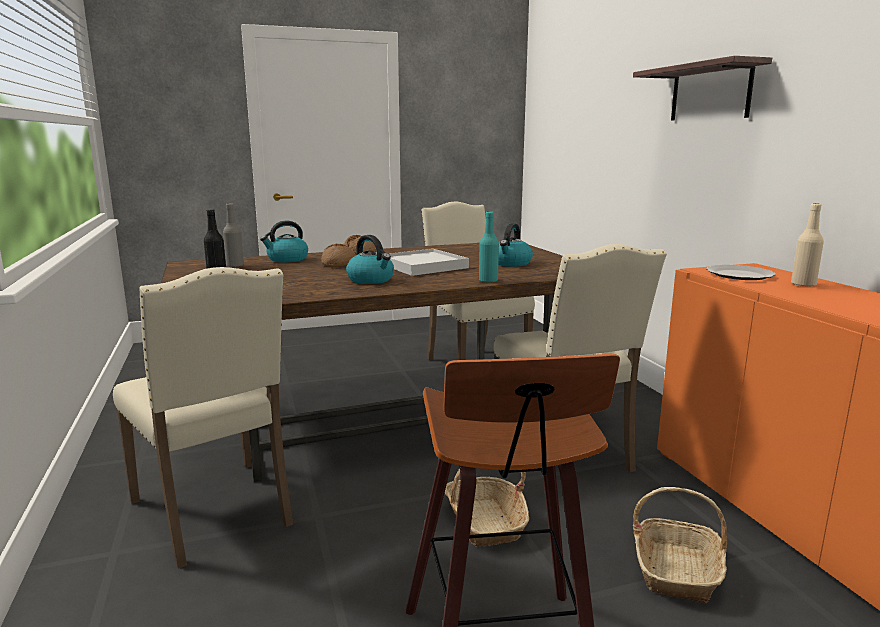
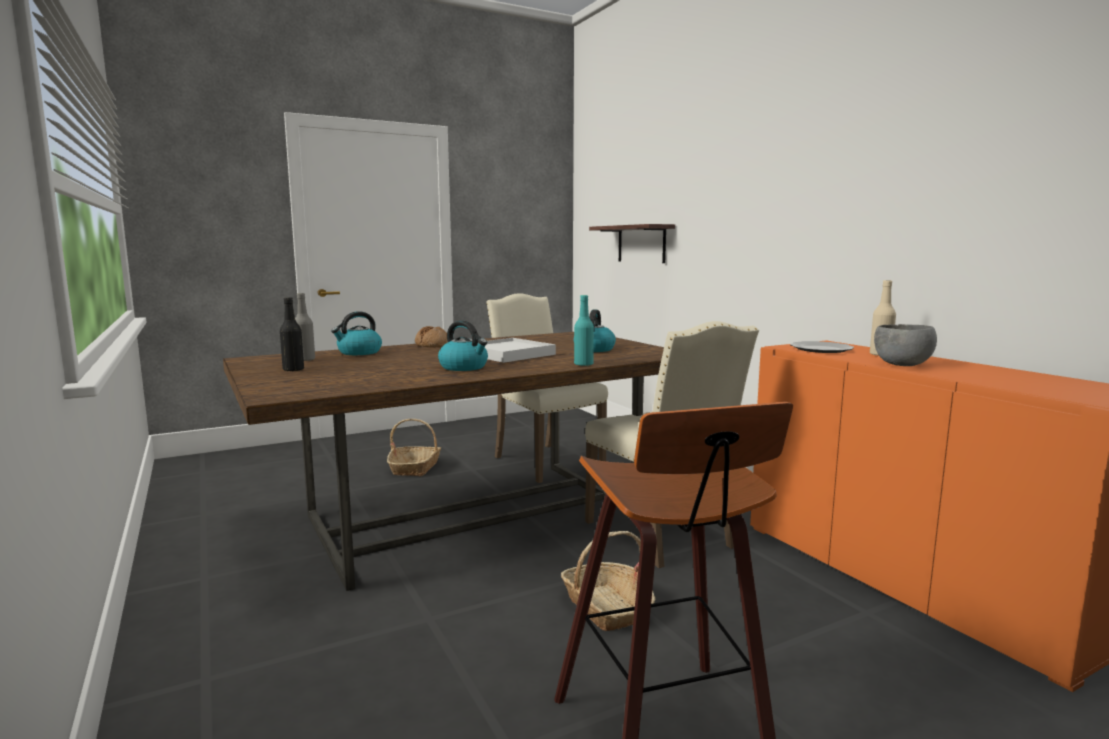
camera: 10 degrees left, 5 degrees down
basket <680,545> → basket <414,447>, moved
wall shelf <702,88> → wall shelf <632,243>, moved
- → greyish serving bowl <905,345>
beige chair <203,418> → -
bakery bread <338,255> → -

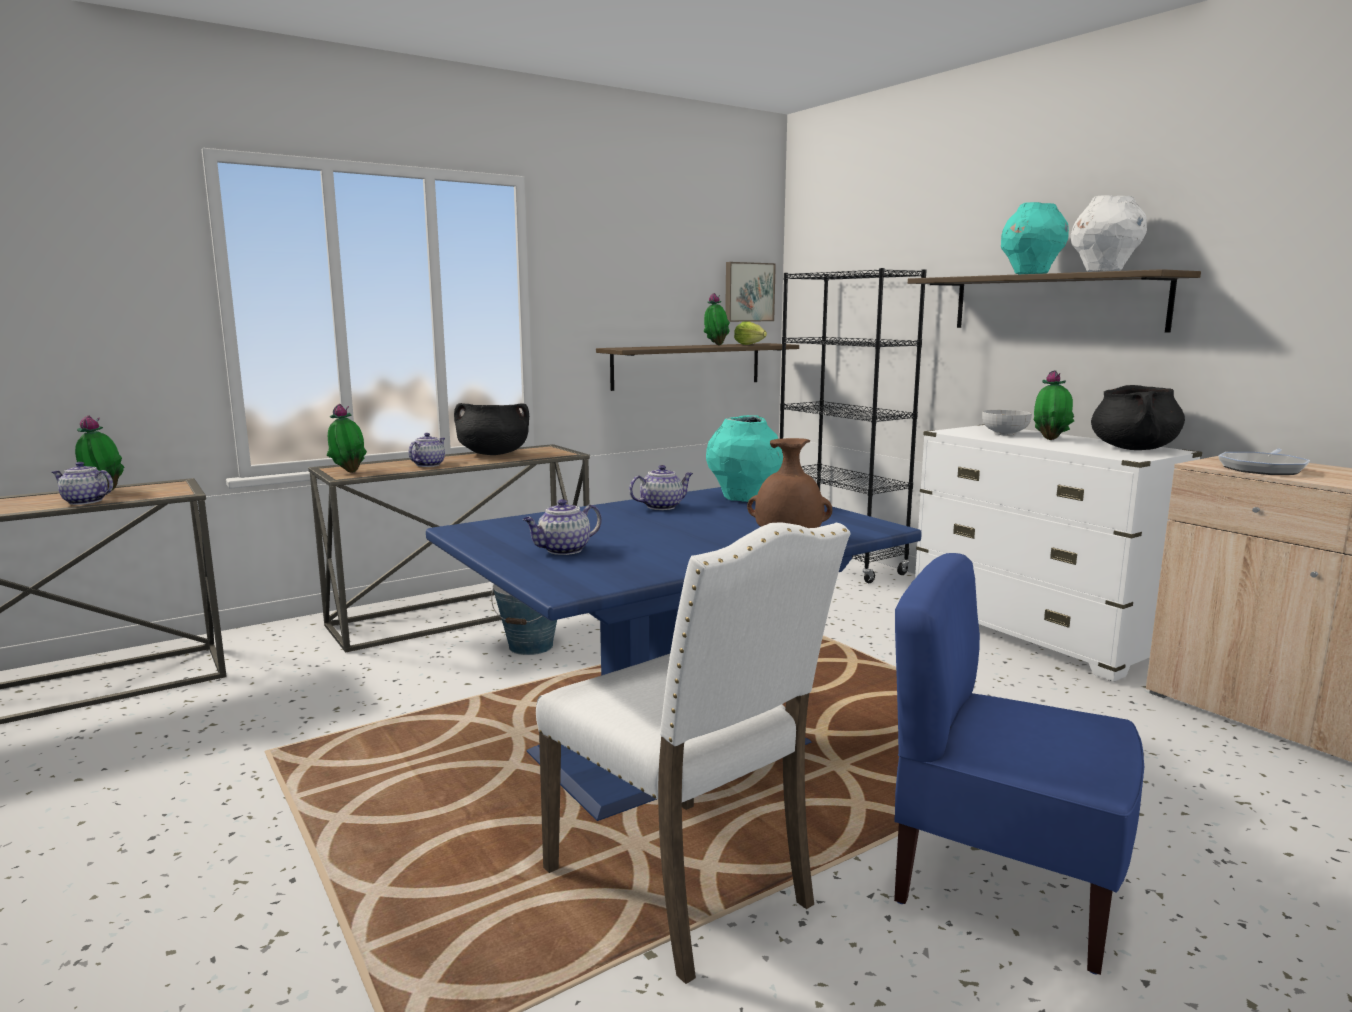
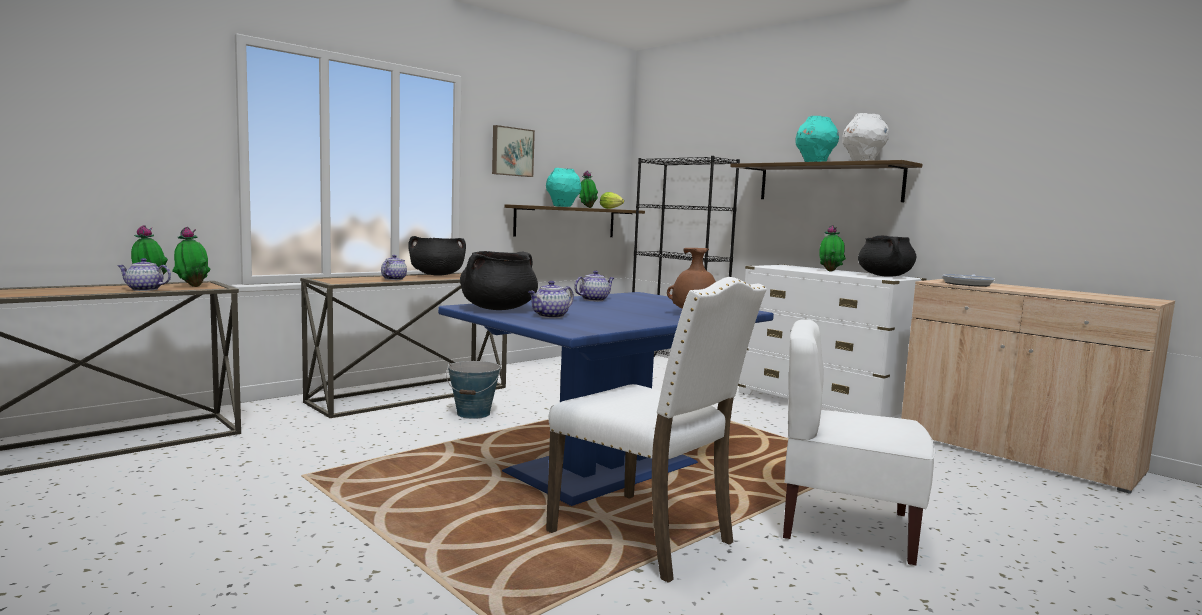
camera: 10 degrees left, 5 degrees down
potted plant <346,438> → potted plant <191,257>, moved
- → black-coloured stockpot <499,280>
wall art <750,292> → wall art <513,151>, moved
blue-green vase <744,458> → blue-green vase <563,187>, moved
bluish chair <1019,764> → white-coloured chair <859,442>
serving bowl <1007,423> → -

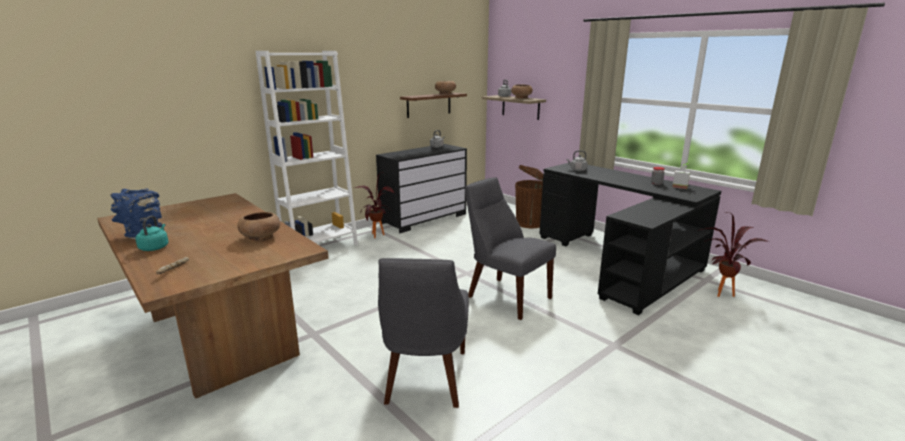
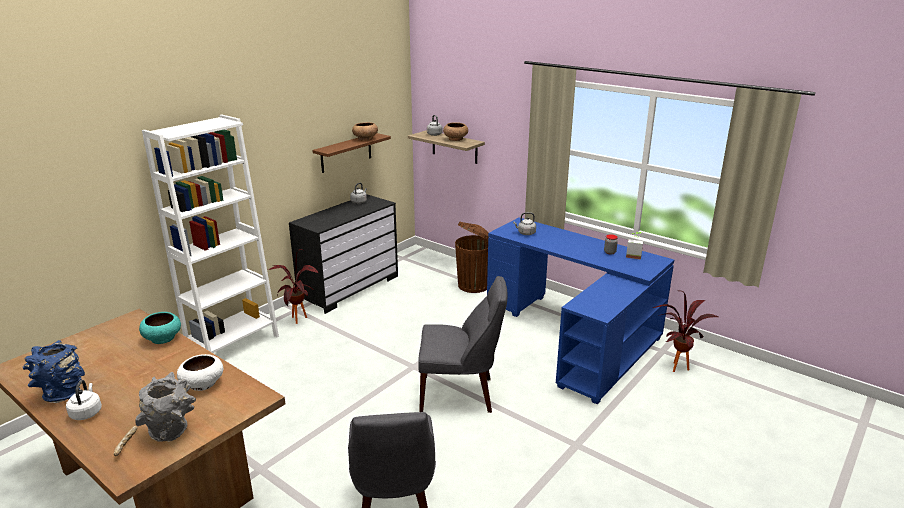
camera: 10 degrees left, 5 degrees up
blue-green kettle <151,233> → white-coloured kettle <84,400>
- → greyish vase <165,407>
- → blue-green serving bowl <160,328>
brownish serving bowl <258,227> → white-coloured serving bowl <200,372>
greyish chair <510,248> → greyish chair <463,344>, 150 degrees clockwise
black-coloured desk <630,238> → bluish desk <580,311>

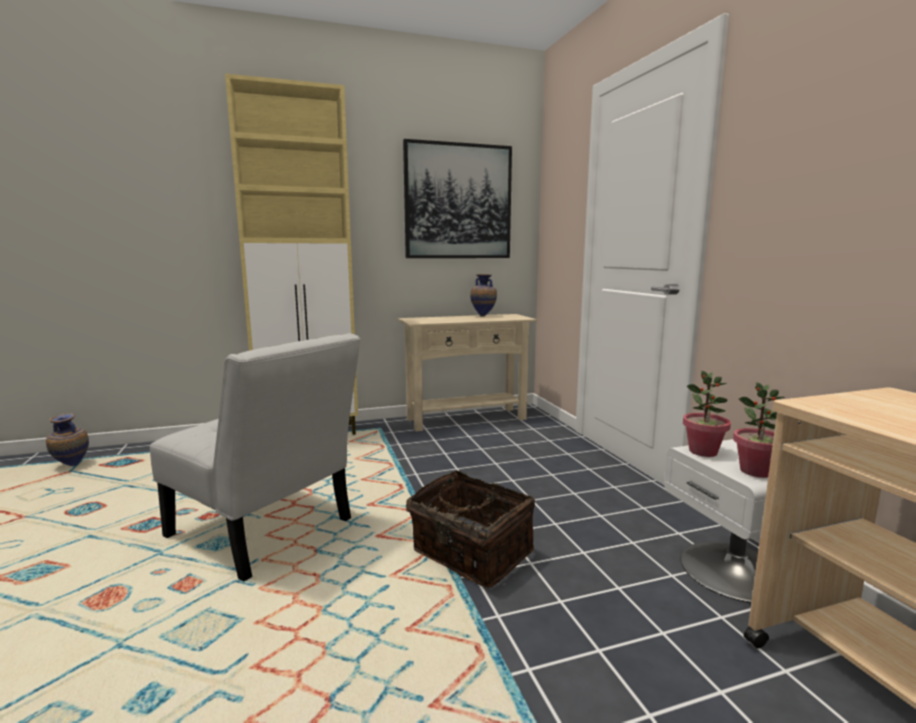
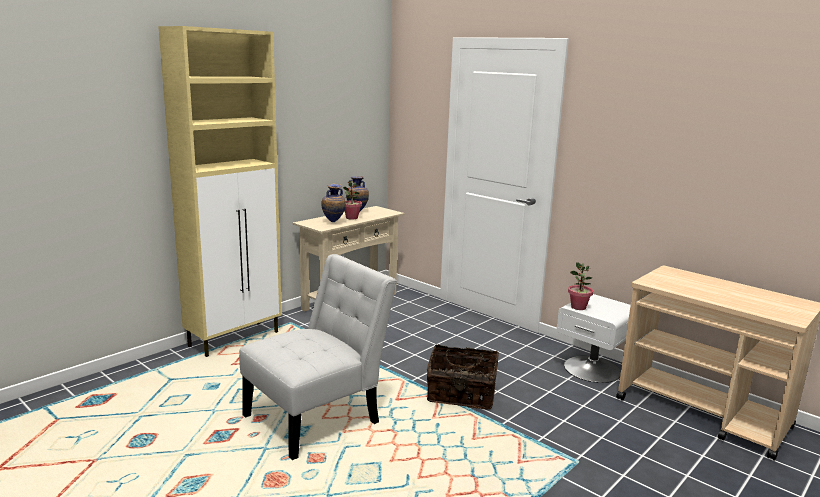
camera: 30 degrees left, 5 degrees up
white-coloured chair <255,457> → white-coloured chair <318,357>, 45 degrees counterclockwise
vase <67,439> → vase <333,203>, moved
potted plant <759,430> → potted plant <352,200>, moved
wall art <457,198> → -

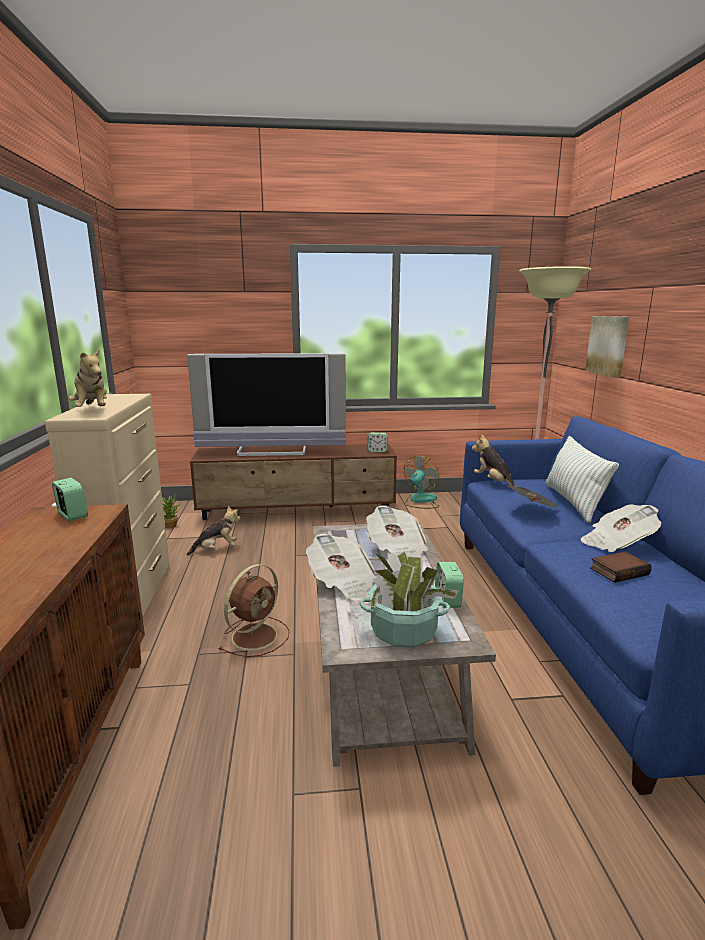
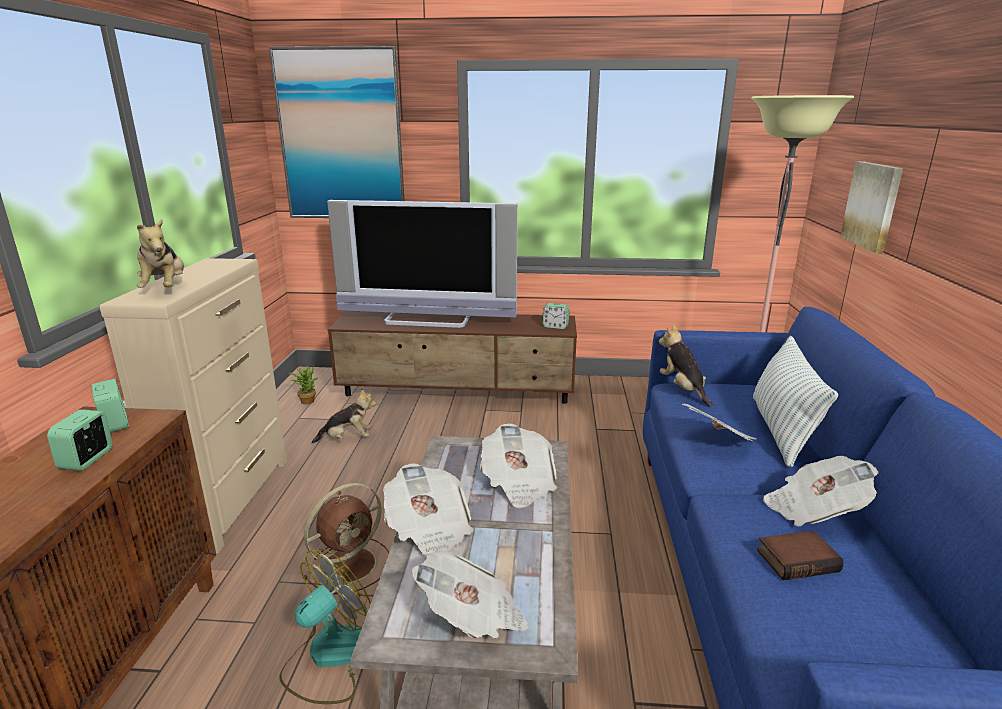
camera: 10 degrees right, 5 degrees up
bedside clock <449,585> → bedside clock <79,440>, moved
- → wall art <337,132>
electric fan <422,482> → electric fan <325,626>, moved
potted plant <409,599> → newspaper <470,594>

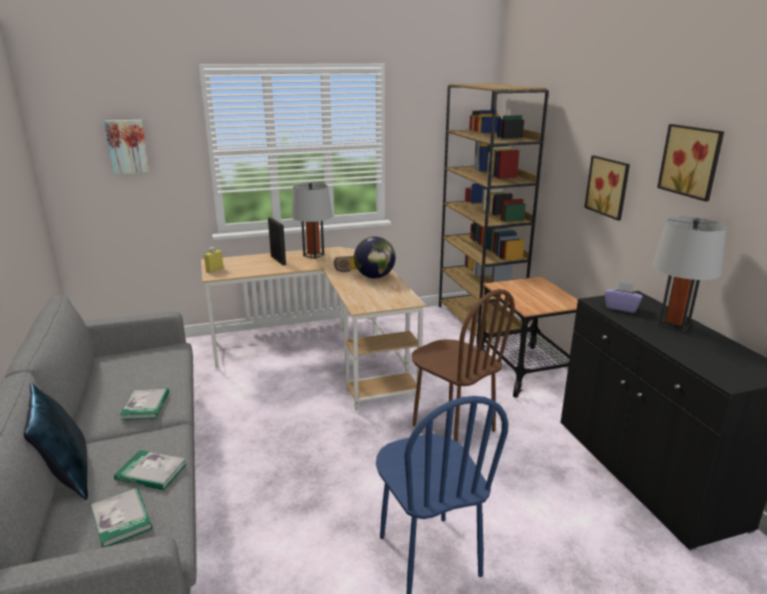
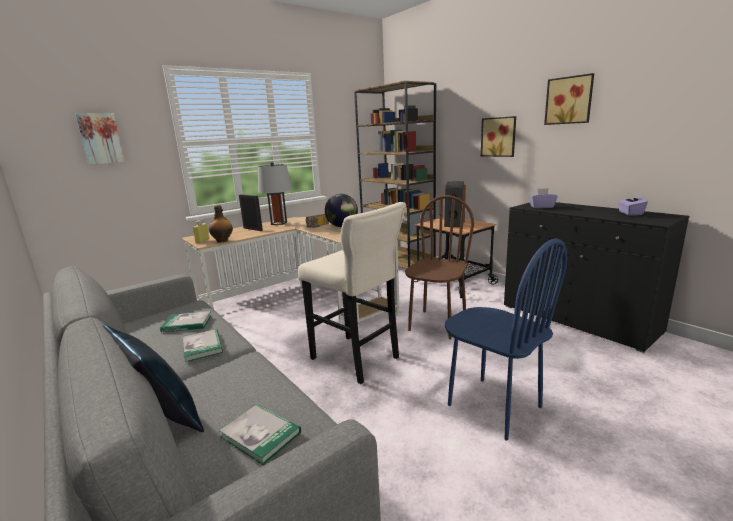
camera: 20 degrees left, 5 degrees down
bound book <150,470> → bound book <186,321>, moved
- → bottle <221,224>
- → beige stool seat <352,293>
brownish chair <463,365> → brownish chair <439,267>, 90 degrees counterclockwise
- → loudspeaker <455,204>
- → purple-coloured tissue holder <633,203>
greyish lamp for a table <690,275> → -

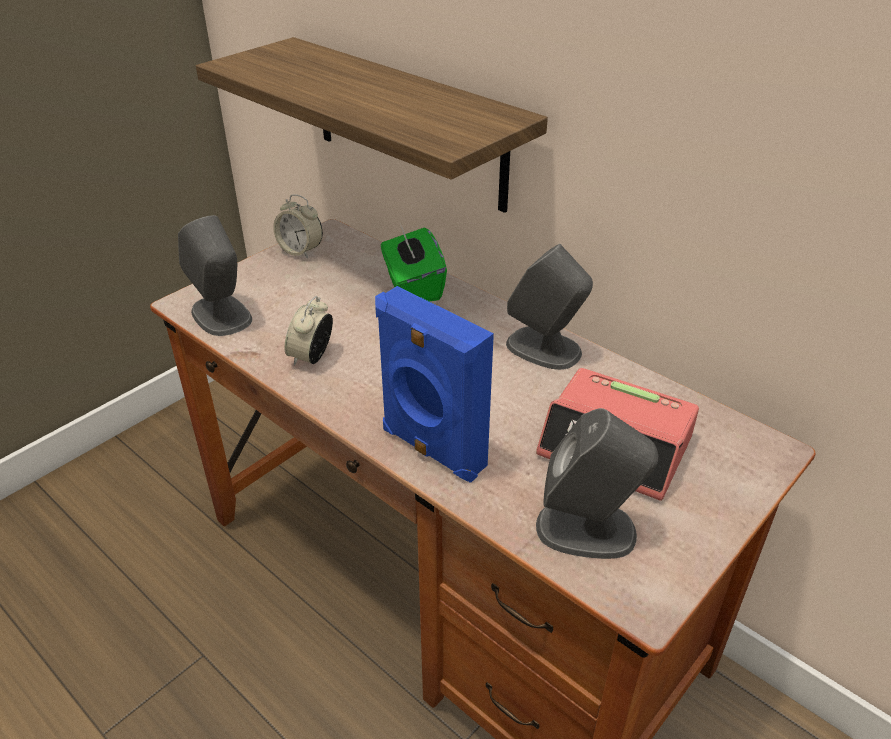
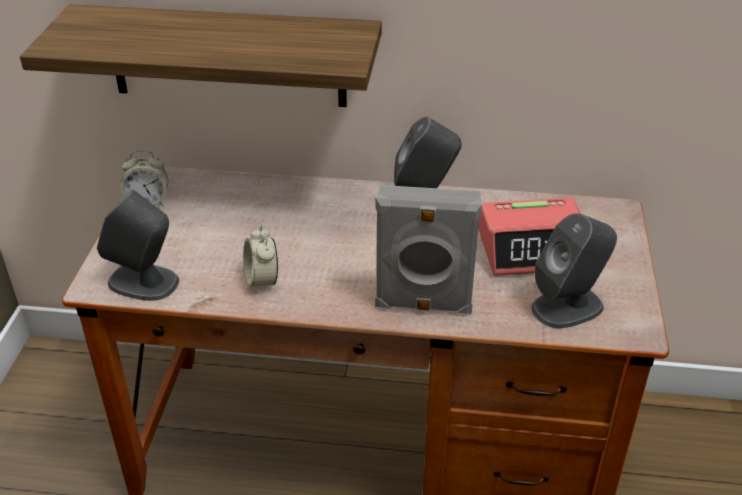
camera: 35 degrees left, 0 degrees up
bluish loudspeaker <434,384> → greyish loudspeaker <428,249>
green-coloured tissue holder <414,263> → -

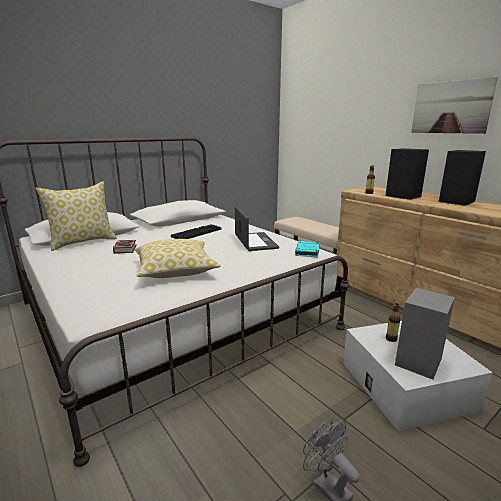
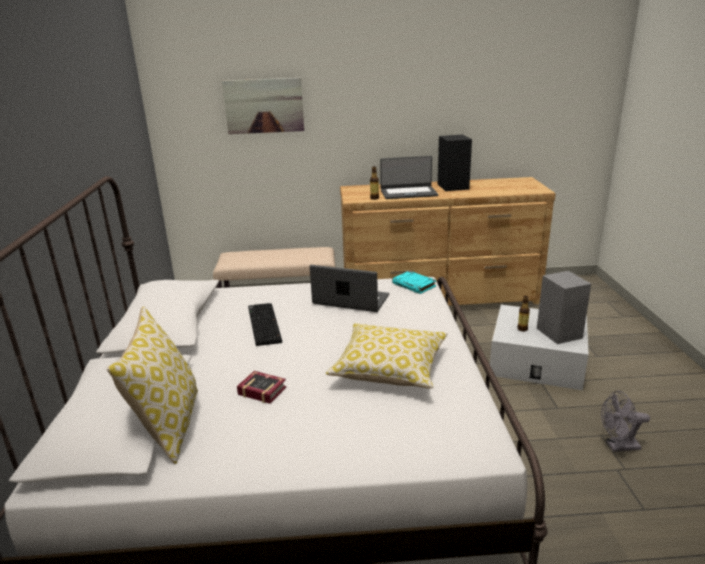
camera: 55 degrees left, 5 degrees up
wall art <454,105> → wall art <263,106>, moved
black-coloured loudspeaker <407,174> → laptop <409,177>

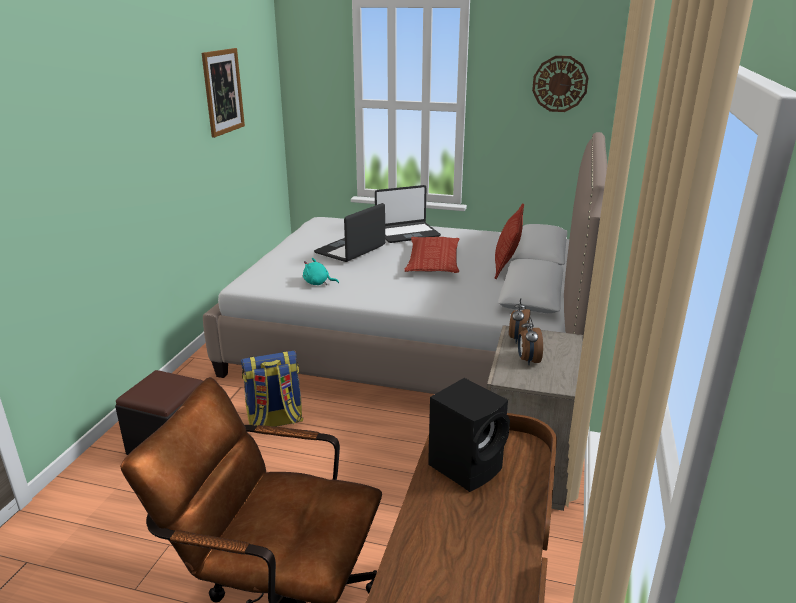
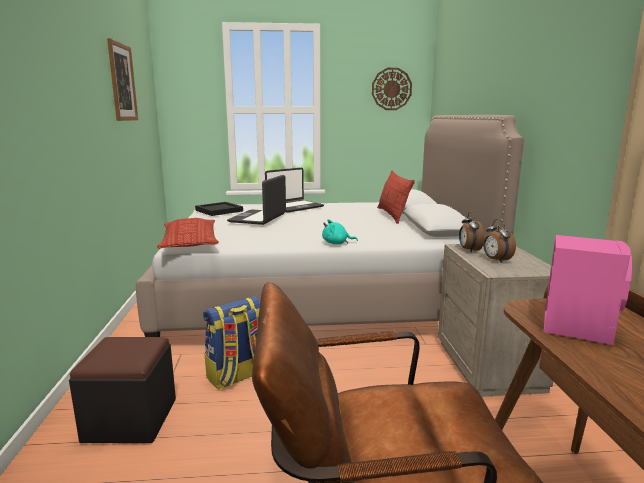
camera: 20 degrees left, 10 degrees down
pillow <432,255> → pillow <188,233>, moved
- → black-coloured carrying tray <219,209>
blue-green soft toy <321,271> → blue-green soft toy <340,231>, moved
black-coloured loudspeaker <469,435> → pinkish loudspeaker <588,290>

